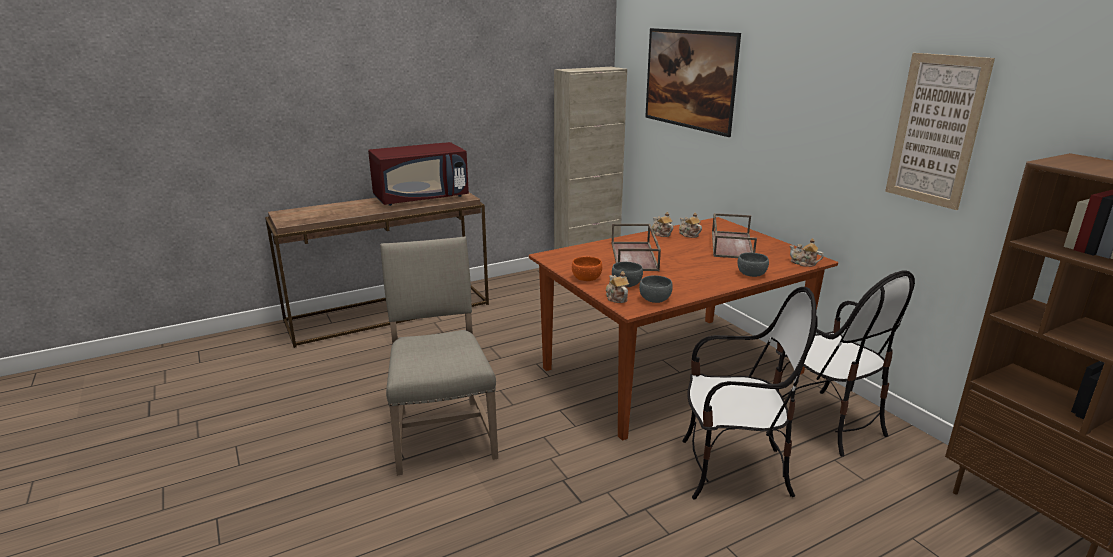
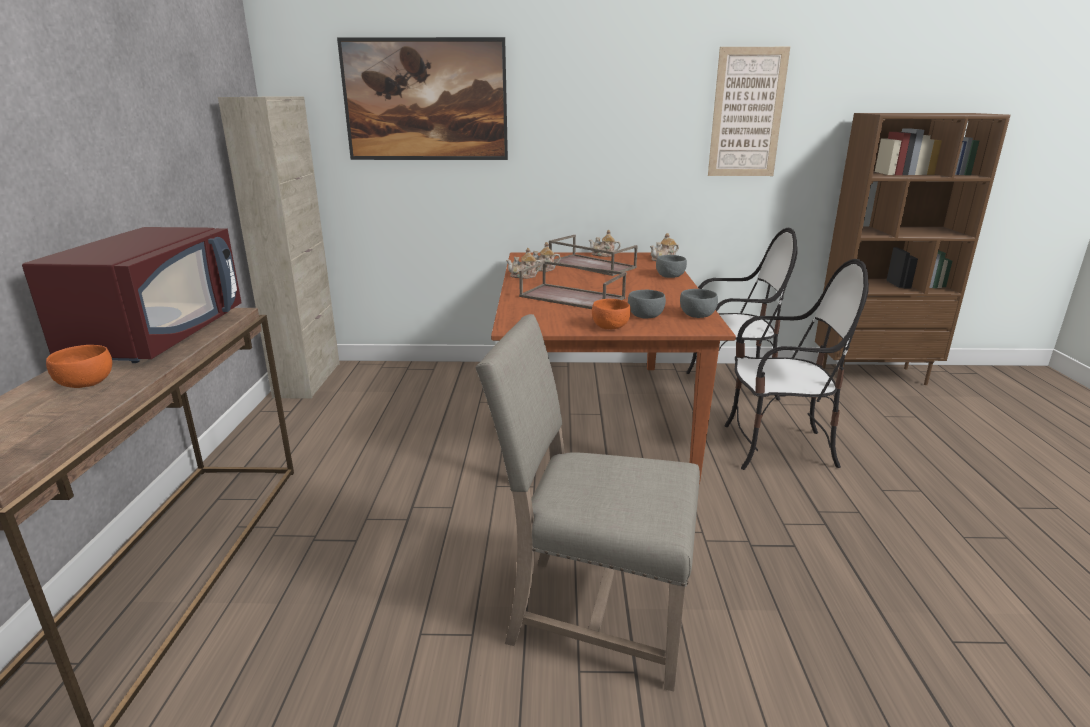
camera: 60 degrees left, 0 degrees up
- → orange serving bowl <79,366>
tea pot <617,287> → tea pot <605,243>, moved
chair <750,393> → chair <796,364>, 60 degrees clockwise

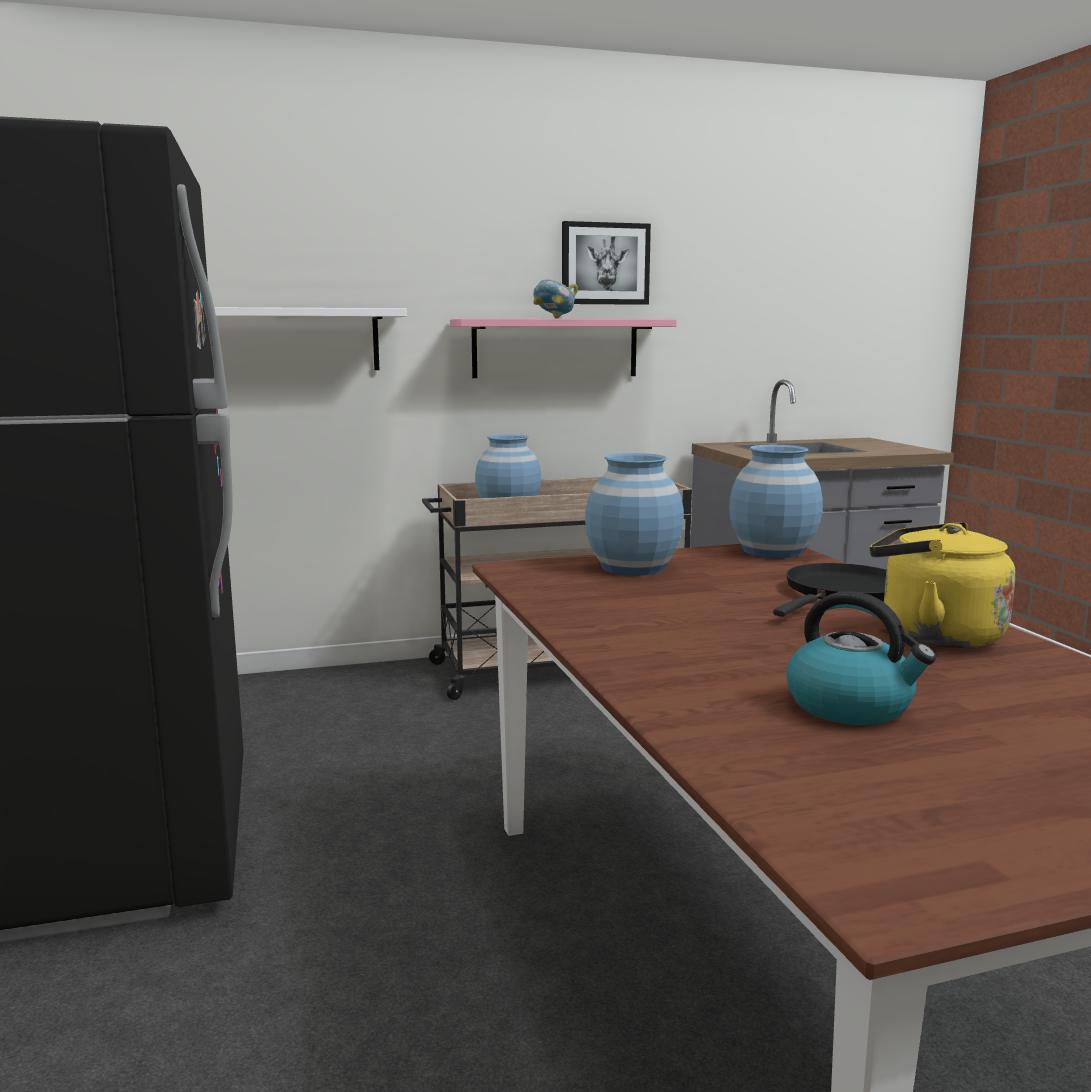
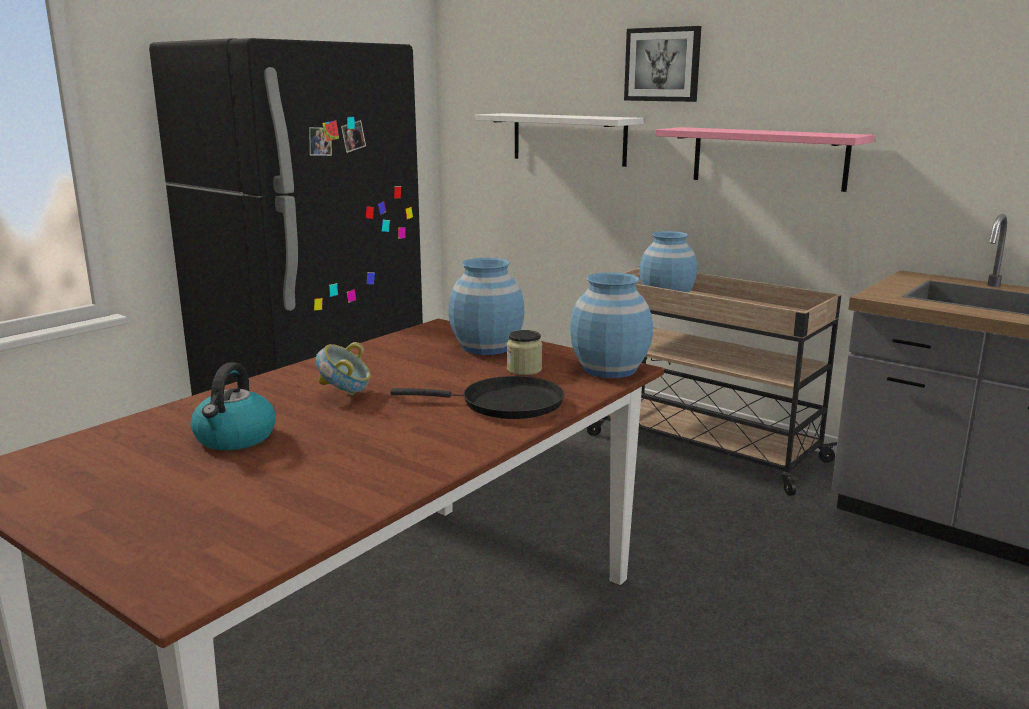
camera: 55 degrees right, 5 degrees up
serving bowl <555,299> → serving bowl <343,368>, moved
- → jar <524,352>
wall art <606,263> → wall art <662,64>, moved
yellow-coloured kettle <943,585> → -

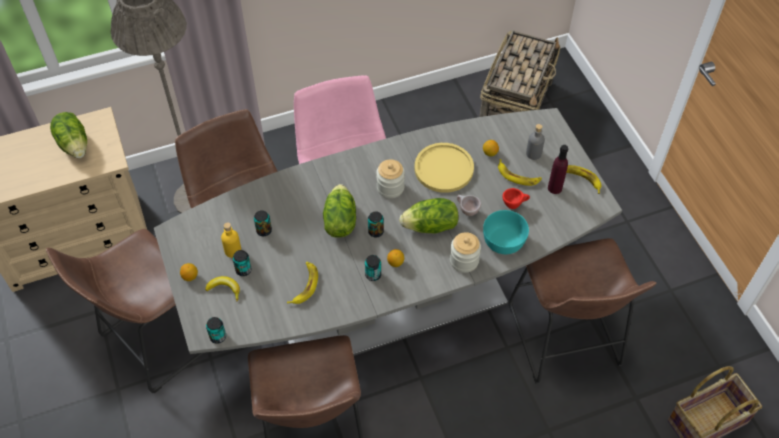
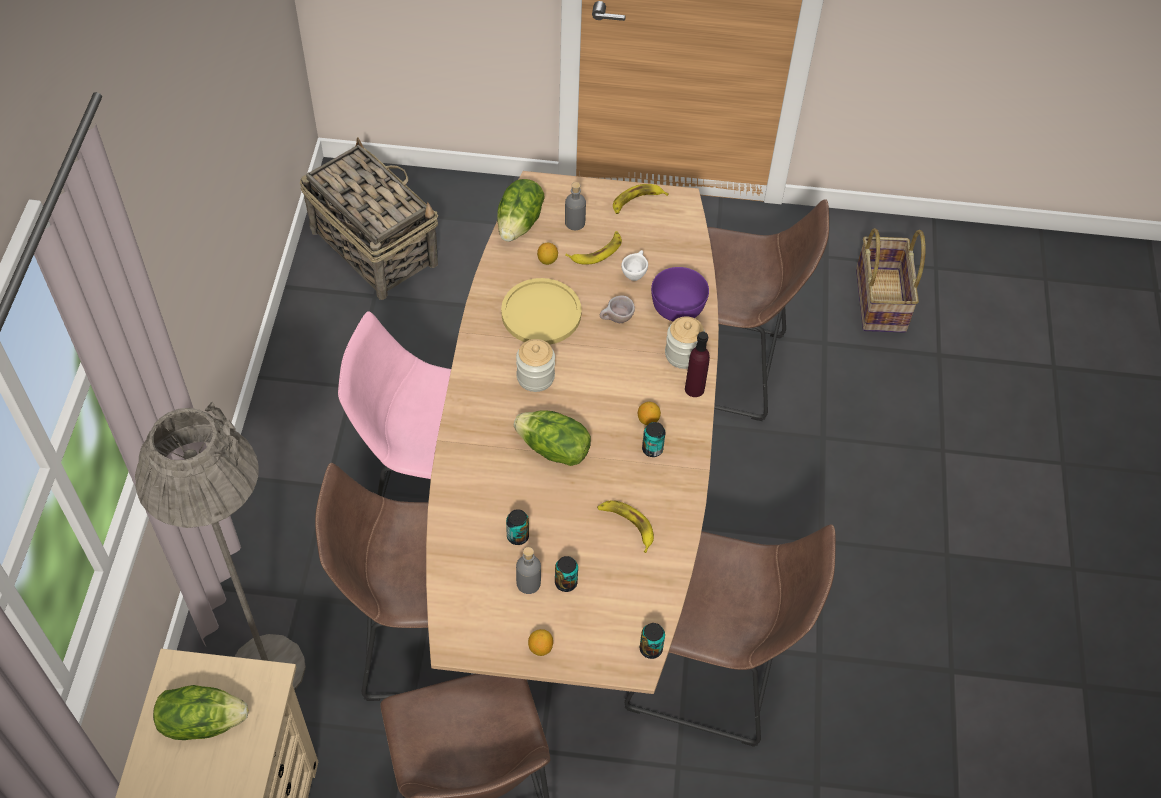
camera: 65 degrees left, 0 degrees up
greyish kitchen table <388,232> → brownish kitchen table <572,432>
lettuce <429,216> → lettuce <521,210>, moved
yellow-coloured bottle <231,240> → greyish bottle <528,570>
red-coloured cup <516,198> → white-coloured cup <634,265>
blue-green serving bowl <506,232> → purple-coloured serving bowl <680,294>
purple-coloured bottle <558,169> → purple-coloured bottle <697,364>, moved
whole banana <222,288> → -
metal can <376,224> → -

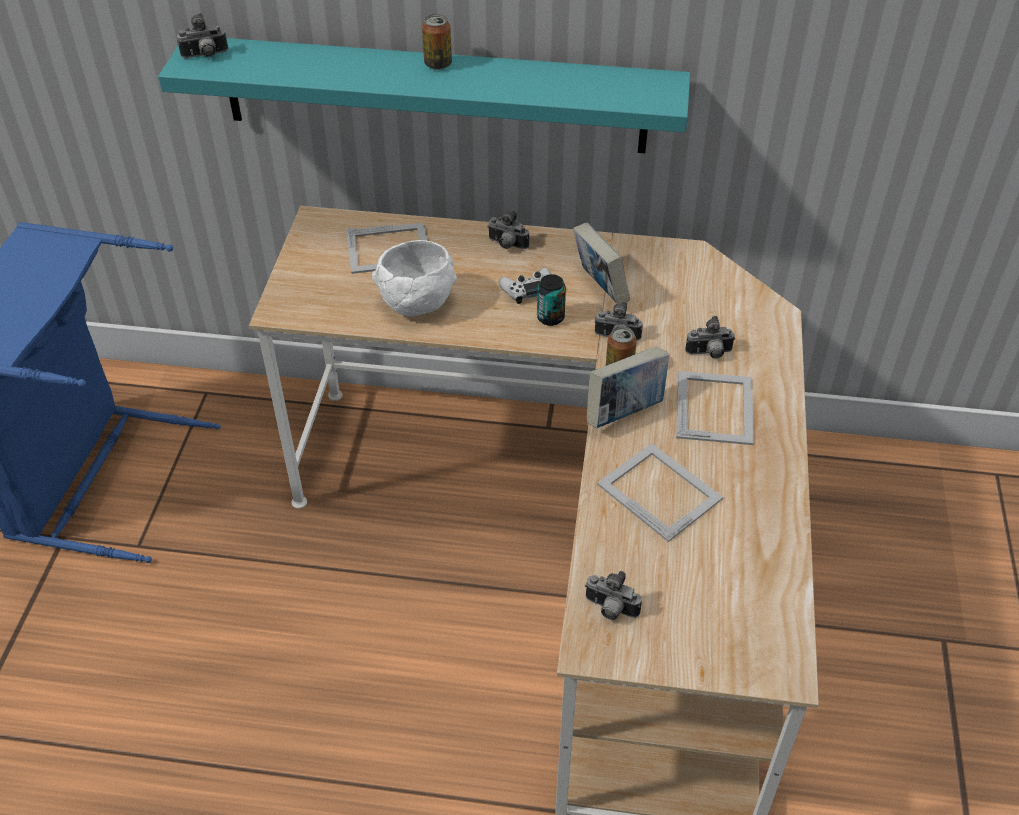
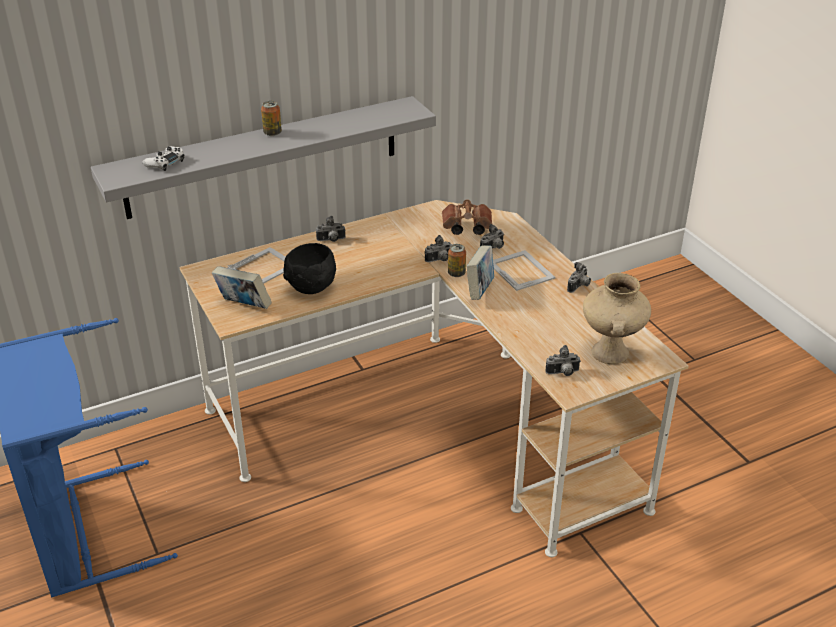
camera: 35 degrees left, 10 degrees down
blue-green wall shelf <424,95> → greyish wall shelf <263,157>
white-coloured joypad <525,285> → white-coloured joypad <163,158>, moved
bound book <601,263> → bound book <242,287>, moved
white-coloured serving bowl <414,278> → black-coloured serving bowl <309,268>
- → brownish field glasses <467,217>
still camera <202,35> → still camera <579,277>, moved
- → beige vase <617,318>
metal can <551,300> → -
photo frame <660,492> → -

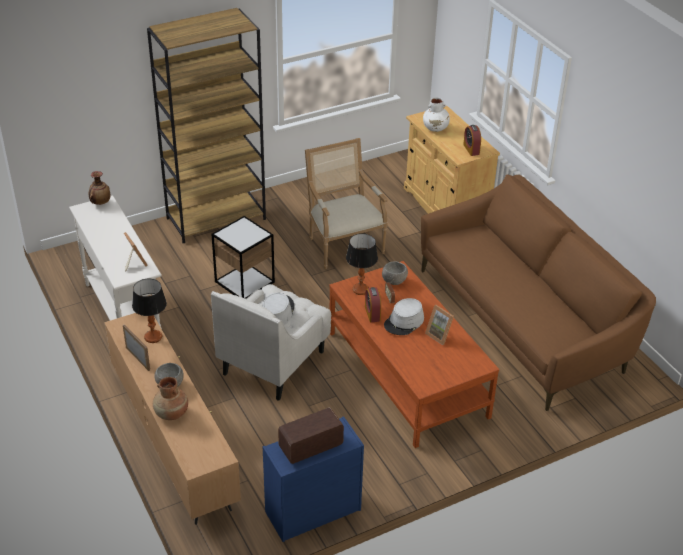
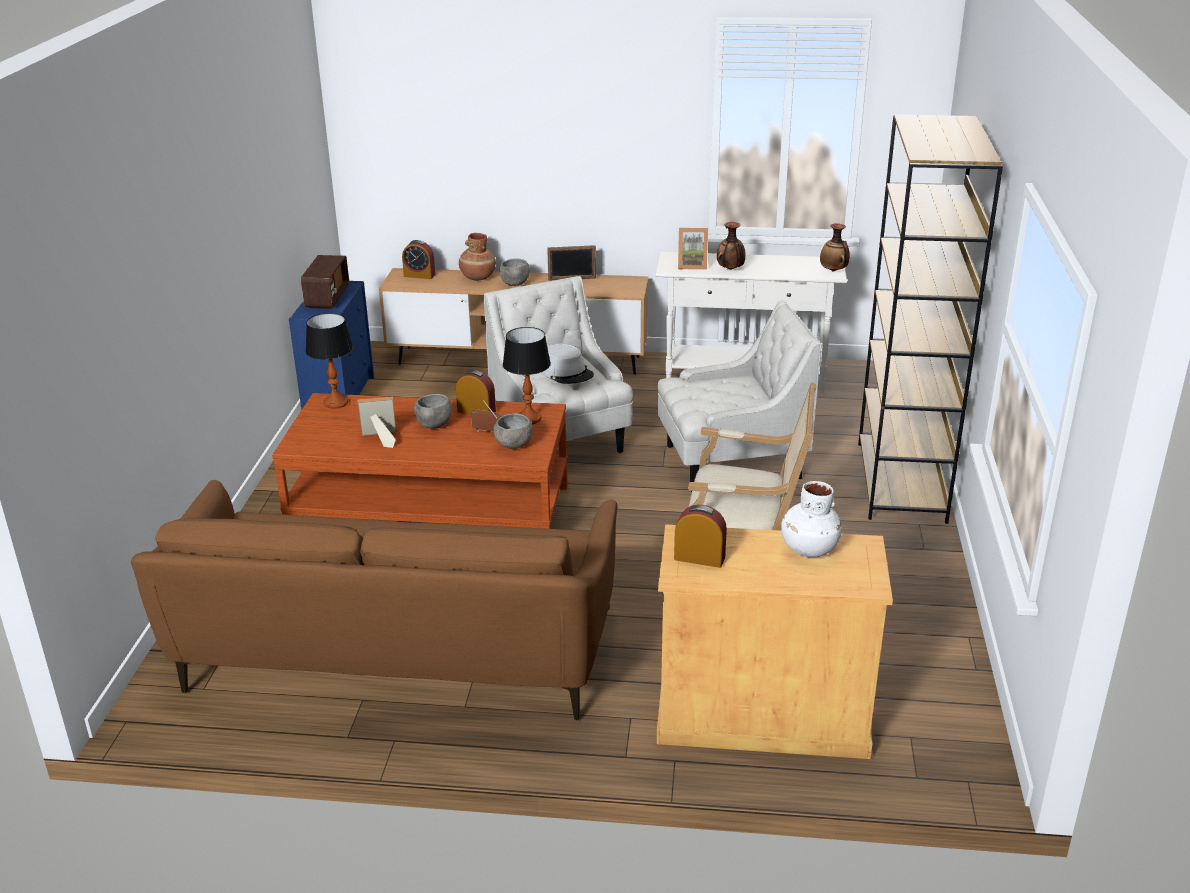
camera: 125 degrees right, 10 degrees down
lamp for a table <149,311> → lamp for a table <329,361>, moved
- → bedside clock <418,259>
greyish clothing hat <404,316> → greyish serving bowl <433,411>
accent table <243,257> → white-coloured lounge chair <739,395>
- → vase <731,246>

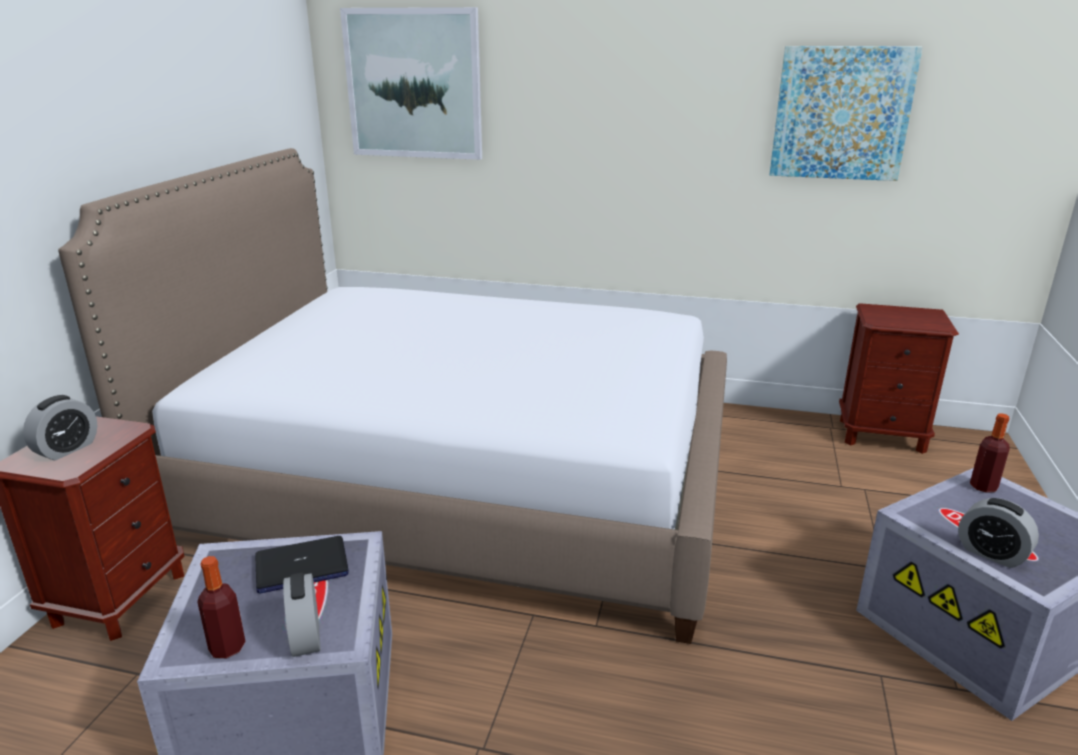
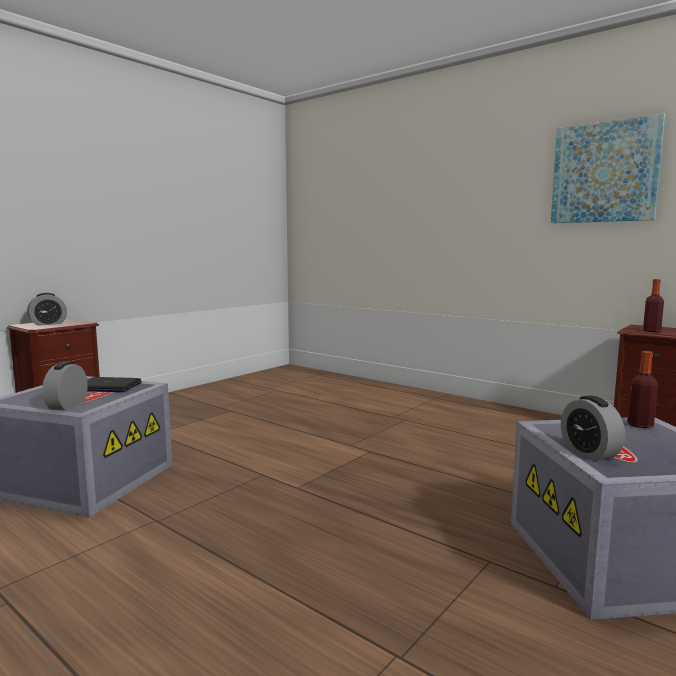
camera: 25 degrees right, 15 degrees down
bottle <221,607> → bottle <653,305>, moved
bed <392,396> → -
wall art <411,83> → -

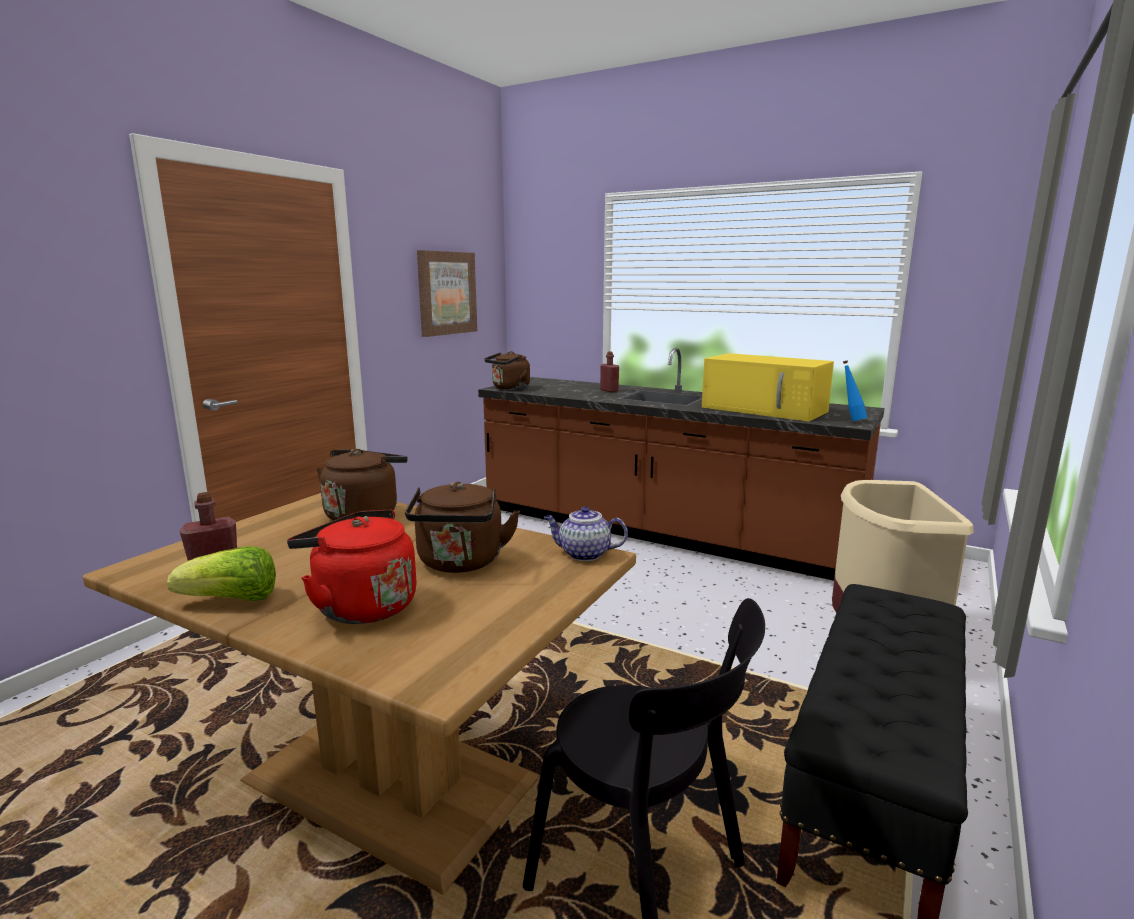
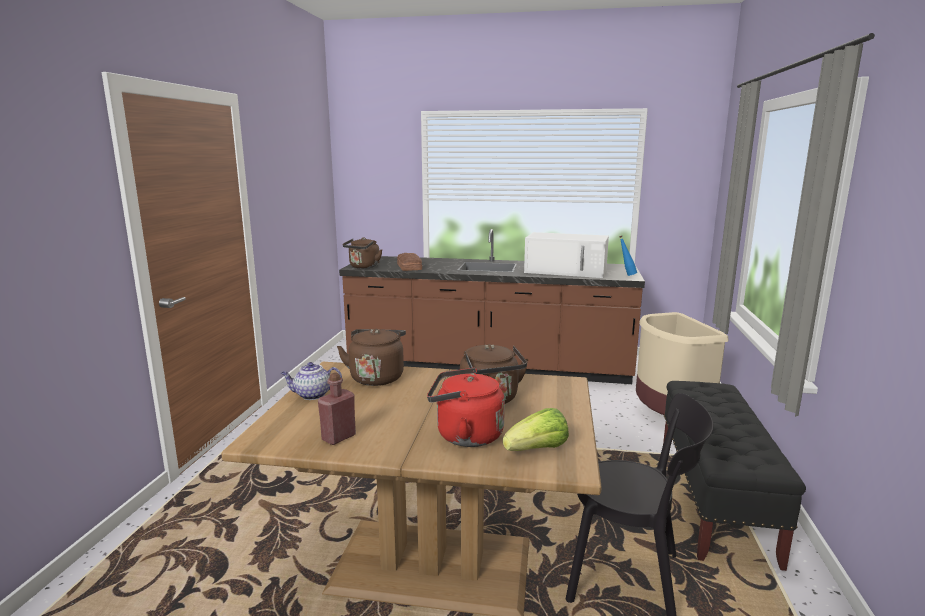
camera: 20 degrees left, 0 degrees up
tea pot <586,533> → tea pot <311,381>, moved
- → bakery bread <409,262>
lettuce <221,573> → lettuce <536,429>, moved
yellow-coloured microwave <768,387> → white-coloured microwave <566,255>
wall art <447,293> → -
red-coloured bottle <609,371> → -

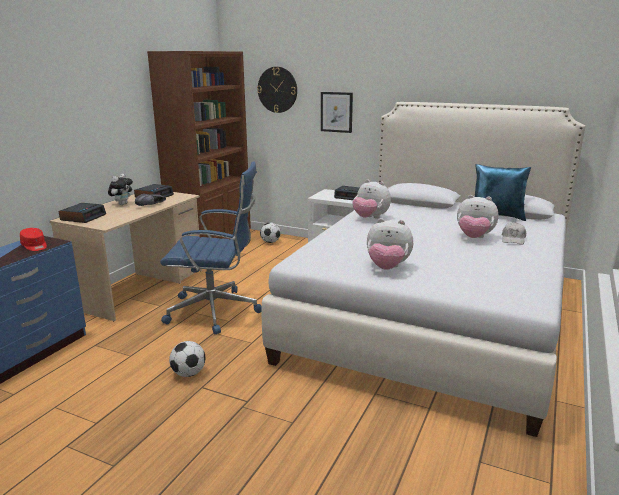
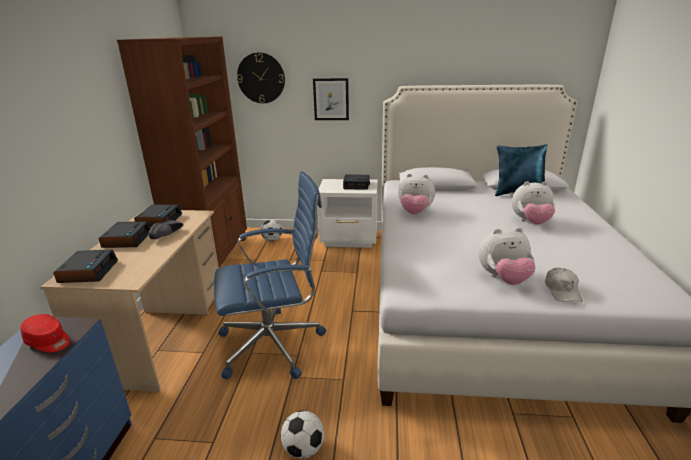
camera: 20 degrees left, 5 degrees up
soft toy <120,189> → bedside clock <124,234>
white-coloured cap <514,233> → white-coloured cap <564,284>, moved

